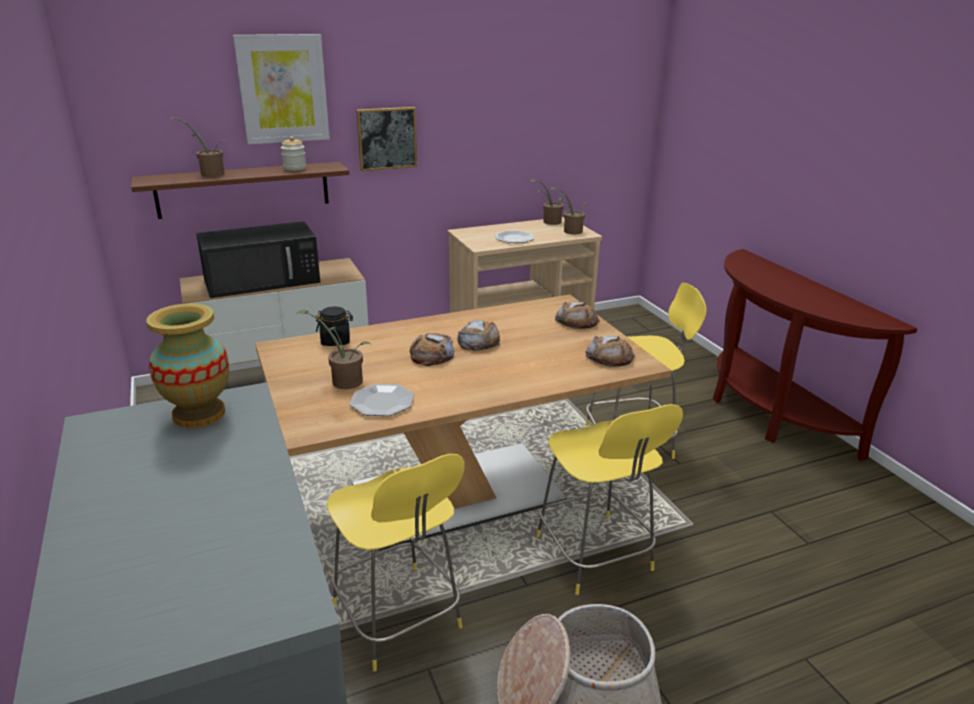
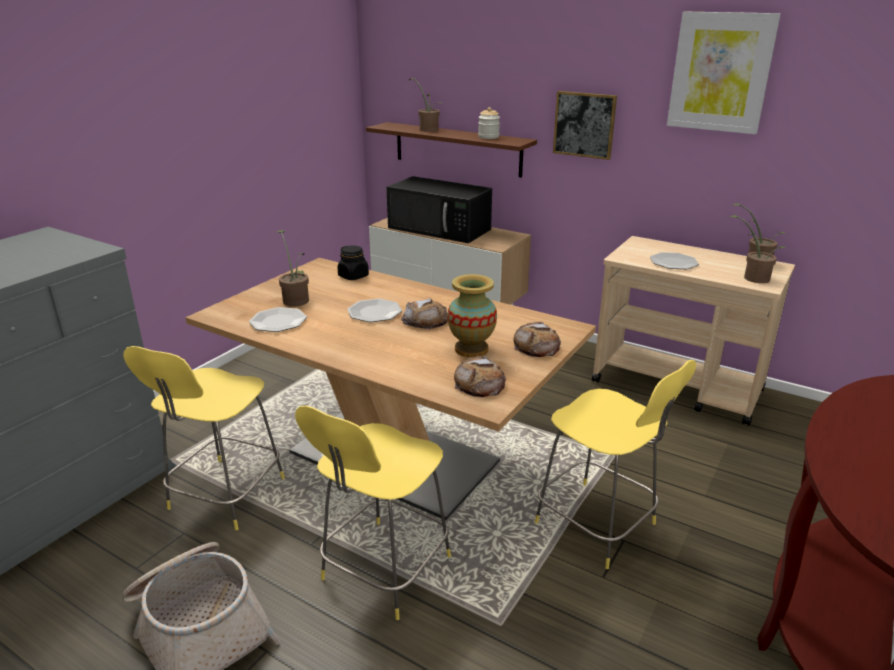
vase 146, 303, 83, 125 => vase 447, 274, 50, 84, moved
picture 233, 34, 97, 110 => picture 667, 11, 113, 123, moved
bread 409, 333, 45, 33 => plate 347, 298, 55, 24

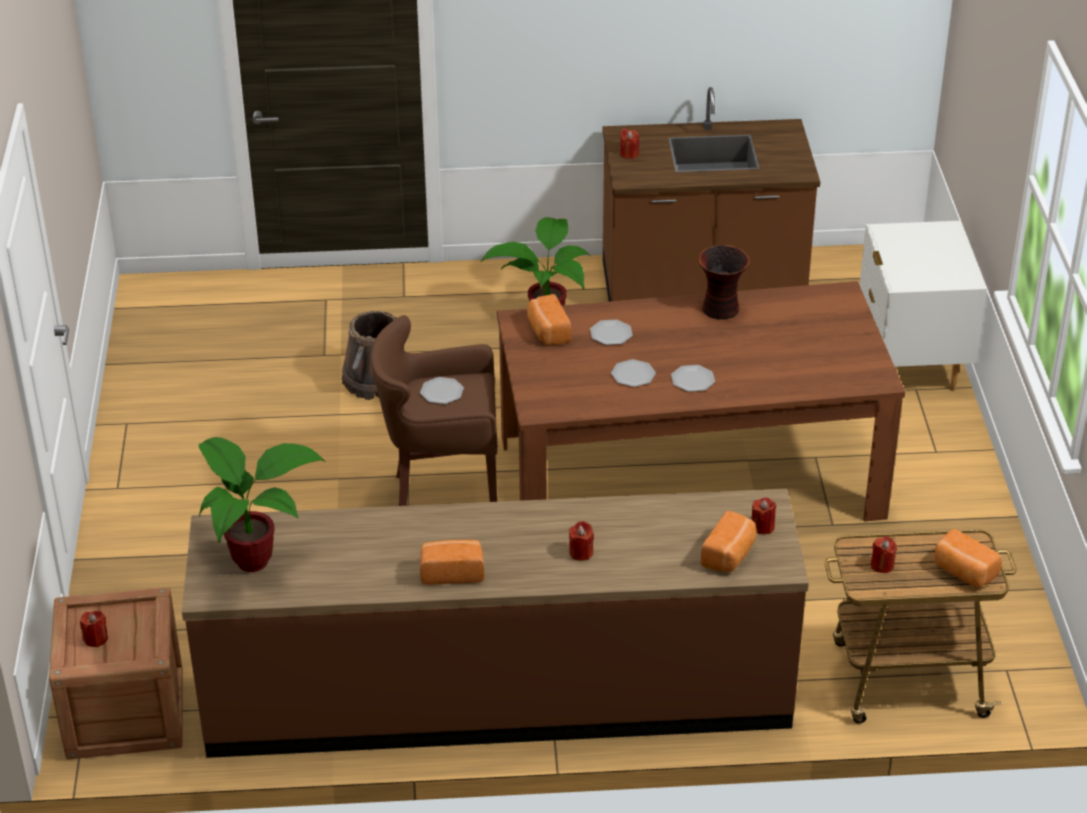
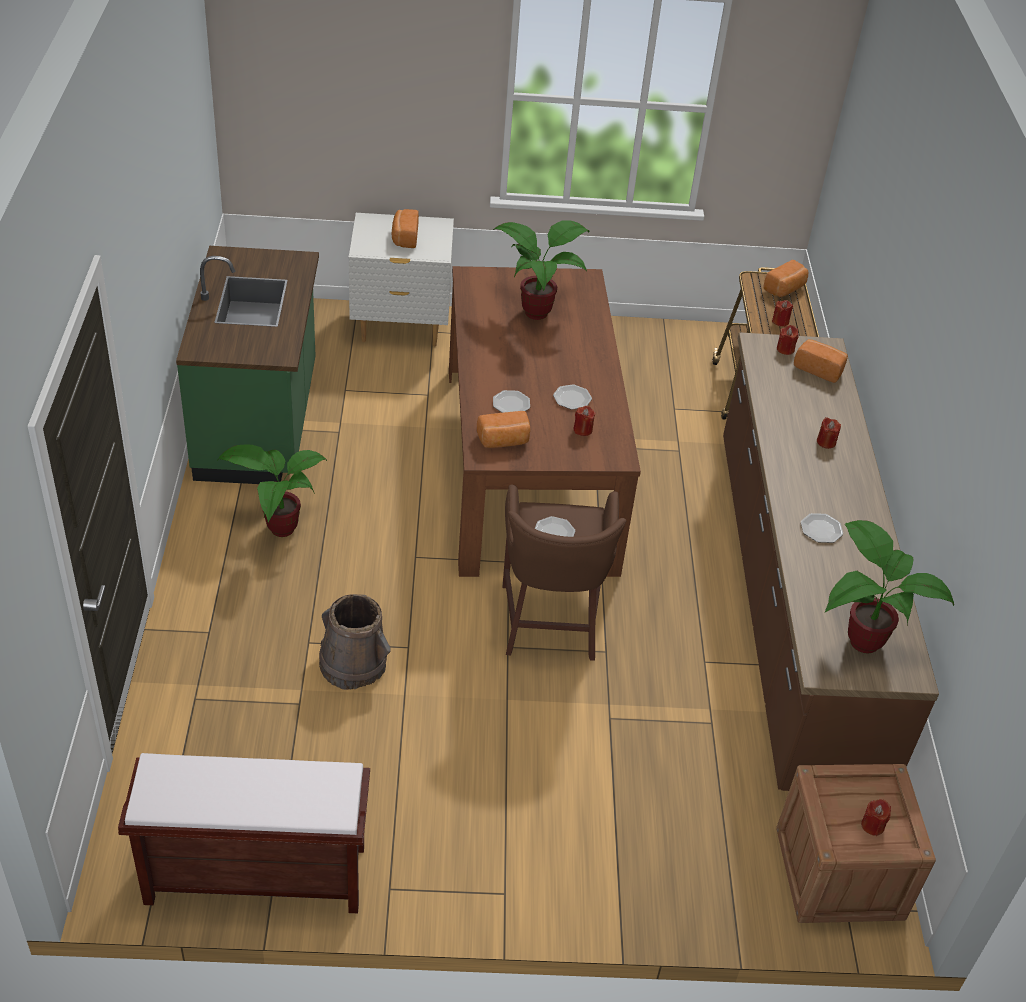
vase 698, 245, 52, 75 => nothing
nothing => bench in brown 118, 753, 252, 160
nothing => potted plant 492, 220, 97, 100
bread 420, 540, 64, 45 => bread 392, 209, 27, 39, moved
candle in red 620, 129, 19, 30 => candle in red 574, 406, 22, 30, moved
plate 671, 365, 44, 27 => plate 801, 513, 42, 30, moved
counter in brown 602, 87, 218, 215 => counter in green 176, 246, 143, 238

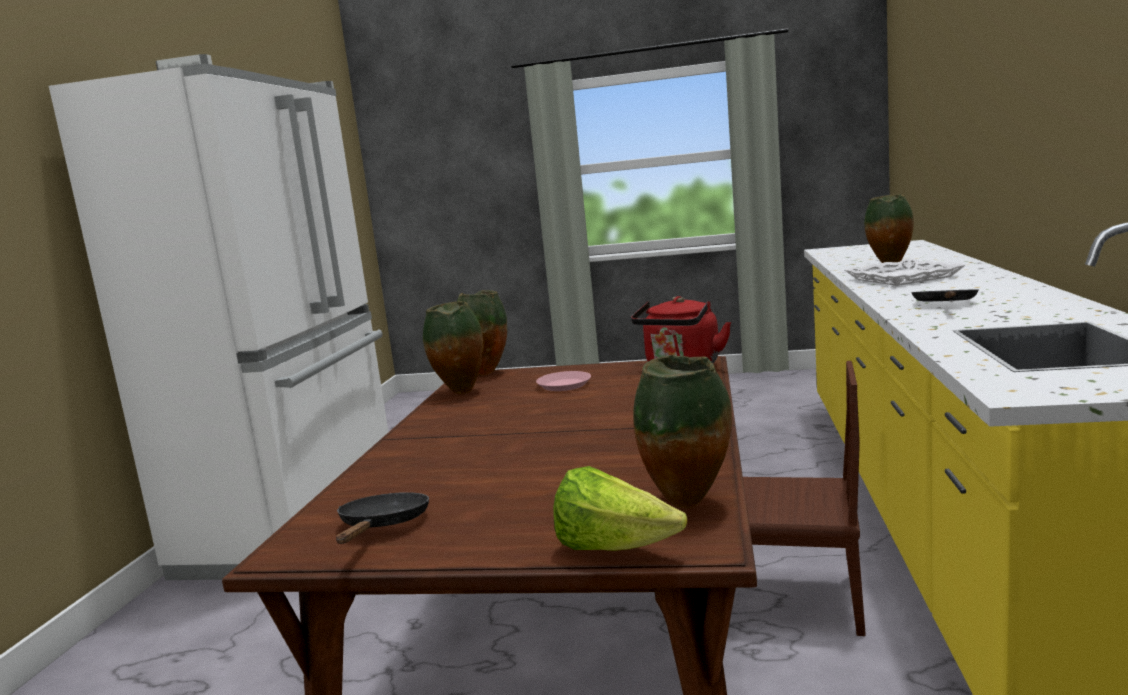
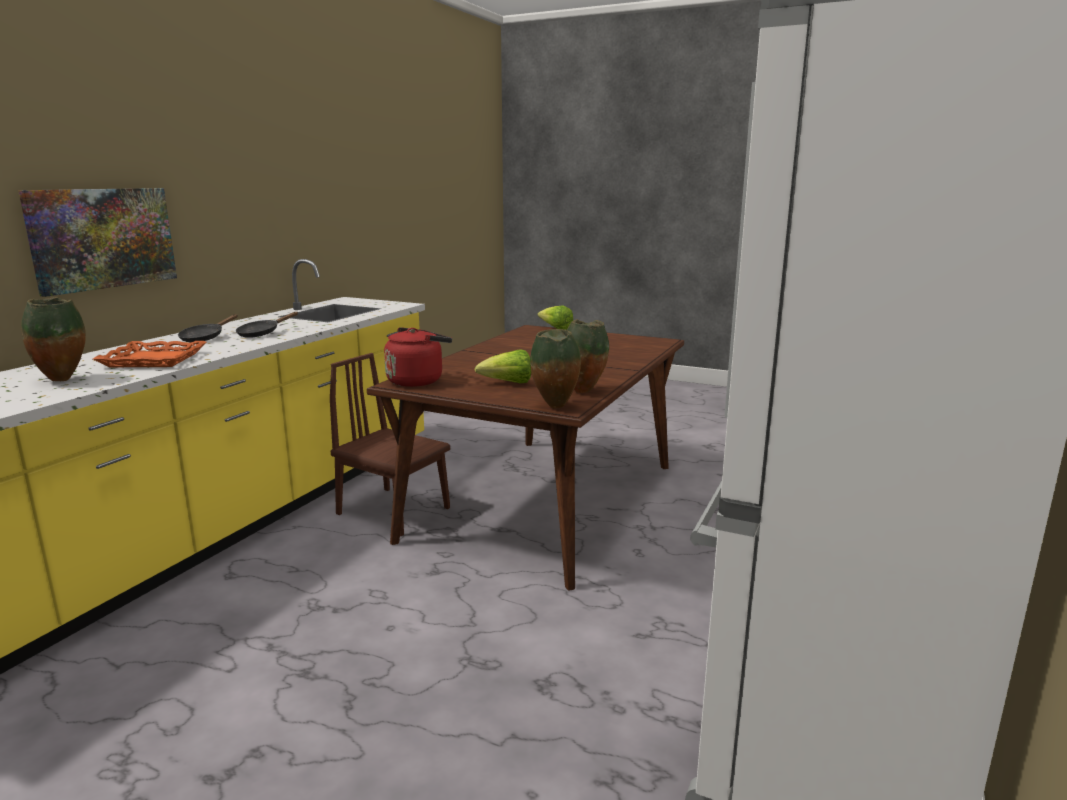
vase 633, 355, 99, 153 => nothing
nothing => picture 18, 188, 159, 109
frying pan in black 336, 492, 93, 52 => frying pan in black 178, 314, 59, 28, moved
plate in pink 536, 371, 55, 20 => lettuce 475, 349, 56, 35
tray in white 845, 258, 121, 28 => tray in orange 93, 341, 113, 26

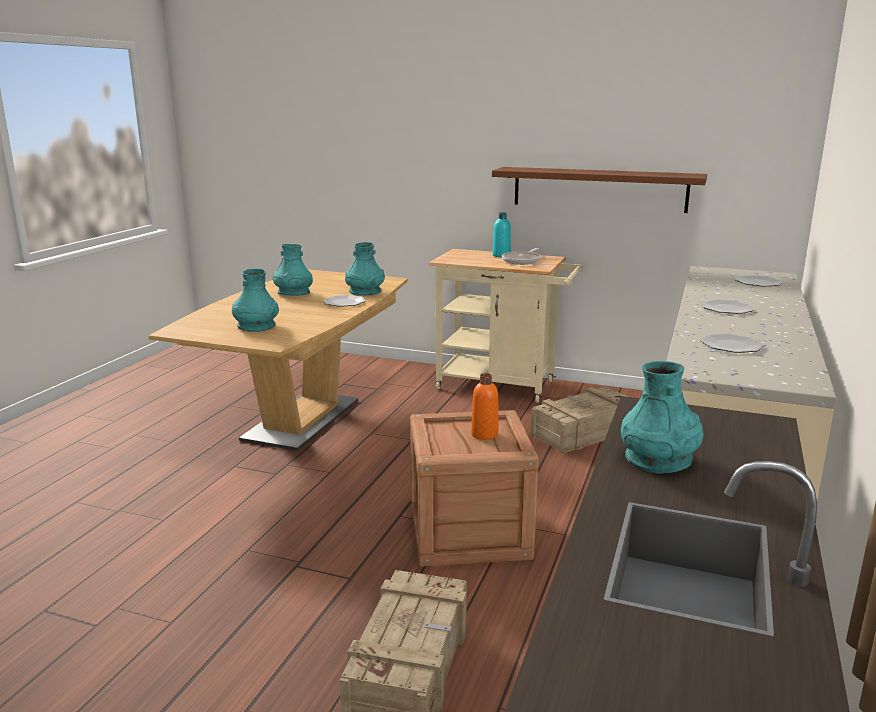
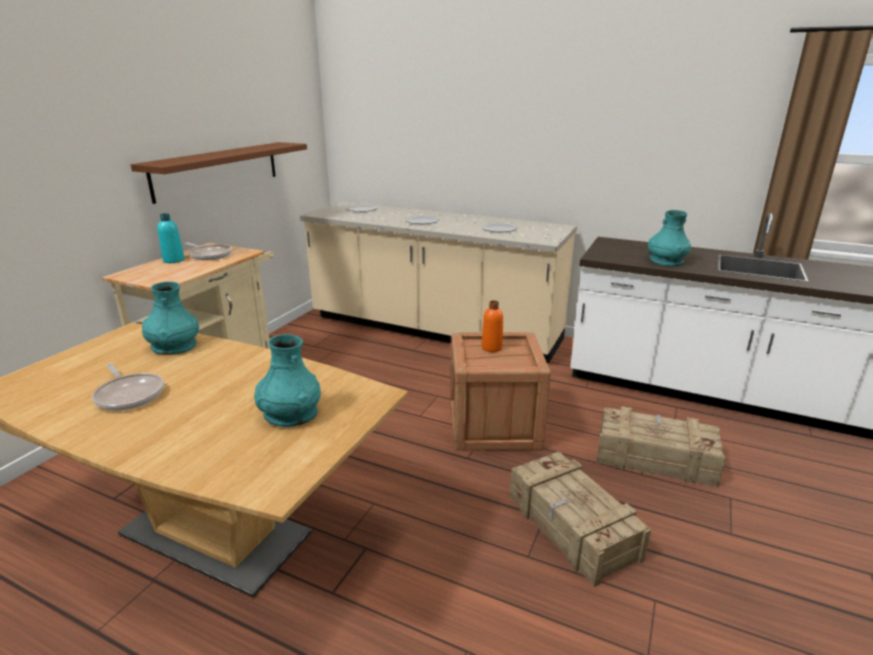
plate 323, 295, 43, 12 => nothing
crate 530, 387, 98, 67 => crate 510, 452, 141, 135, moved
vase in turquoise 273, 244, 40, 52 => frying pan 92, 364, 72, 47

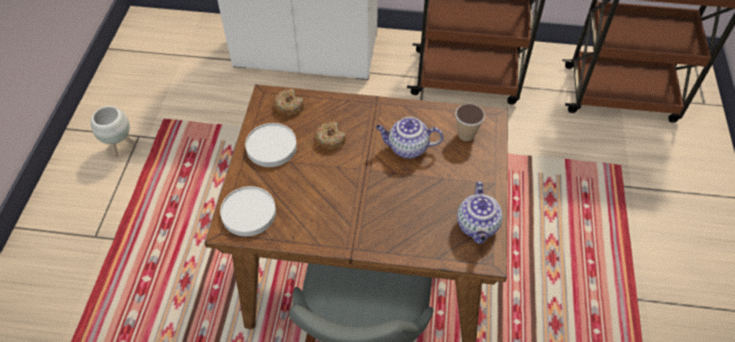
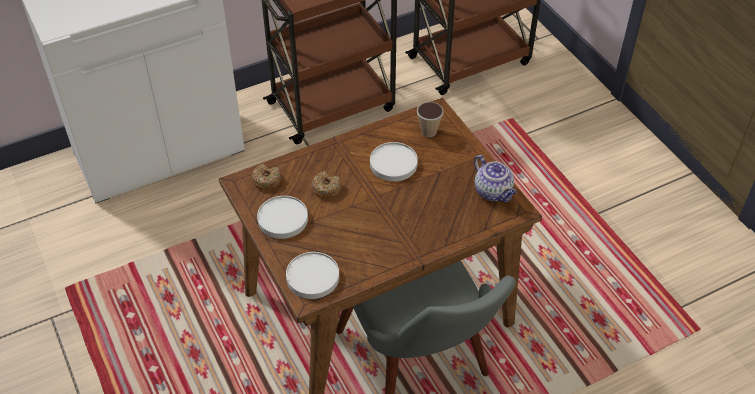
planter in white 91, 106, 44, 52 => nothing
teapot 376, 117, 67, 42 => plate in white 370, 142, 48, 40

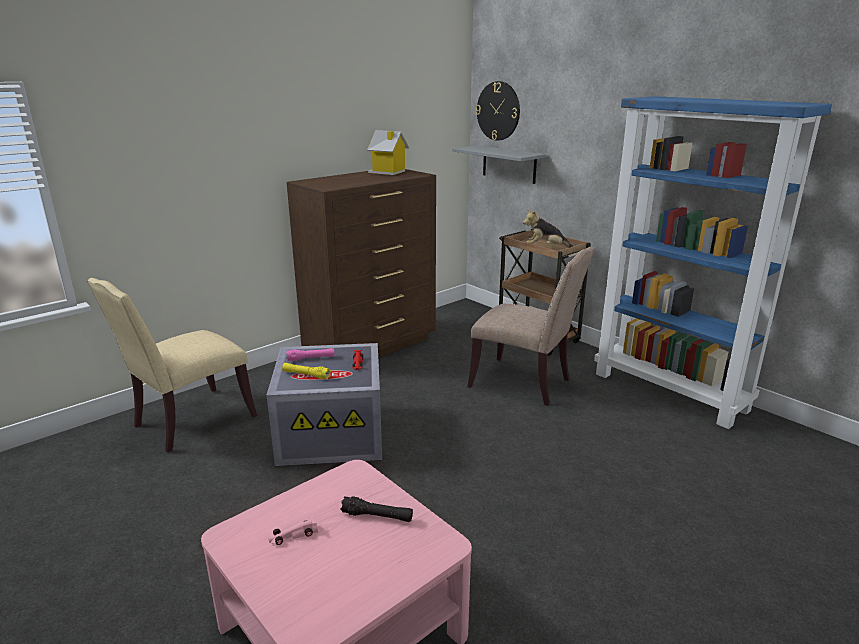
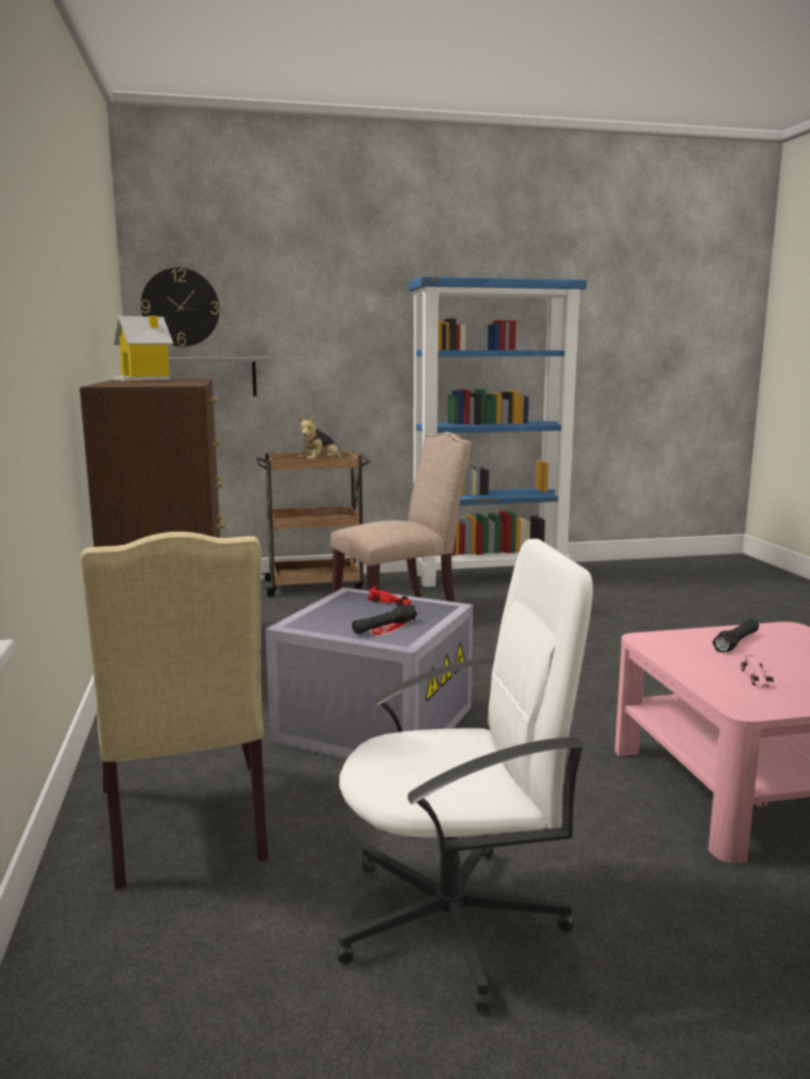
flashlight in pink 286, 348, 49, 13 => nothing
nothing => office chair in white 337, 539, 256, 473
flashlight in yellow 282, 363, 49, 16 => flashlight in black 352, 604, 66, 30

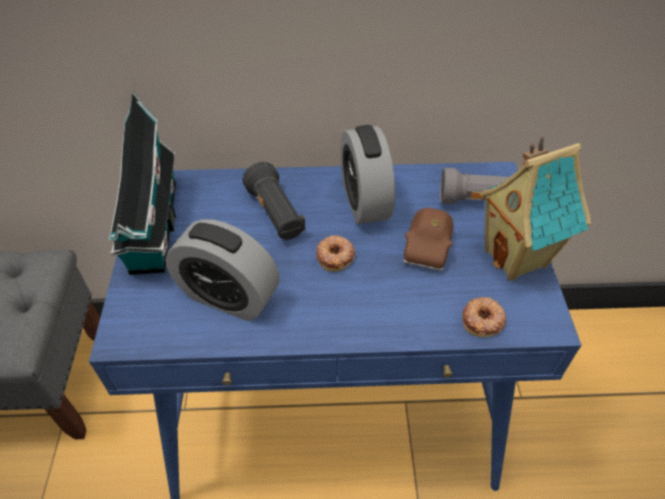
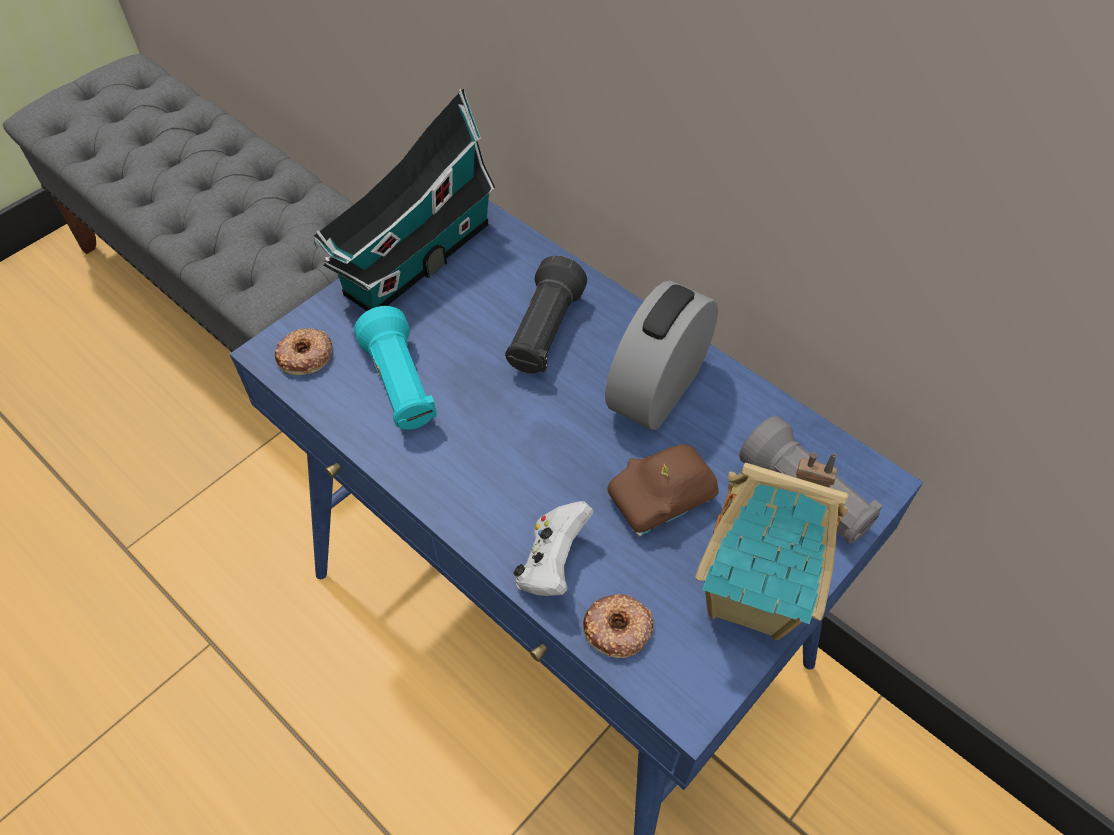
nothing => game controller in white 513, 501, 81, 95
donut 316, 235, 39, 37 => donut 275, 328, 57, 47, moved
alarm clock 165, 219, 115, 102 => flashlight in turquoise 354, 306, 83, 124

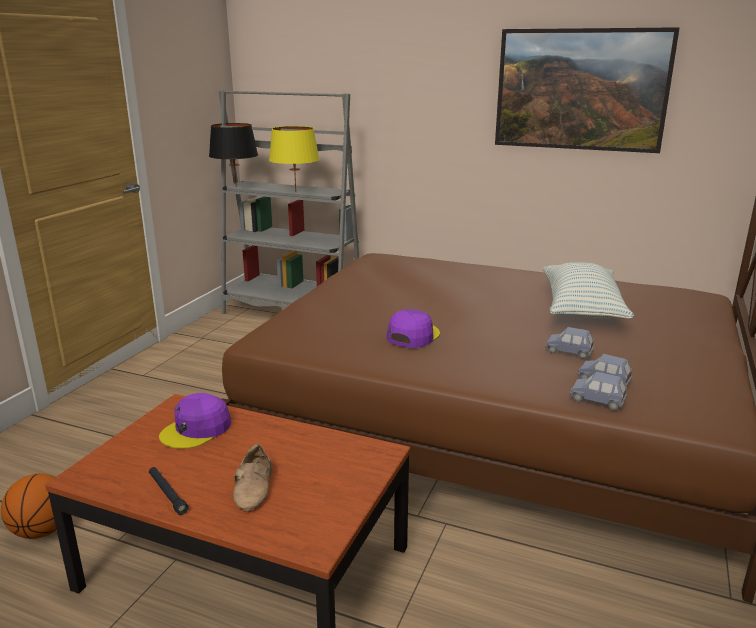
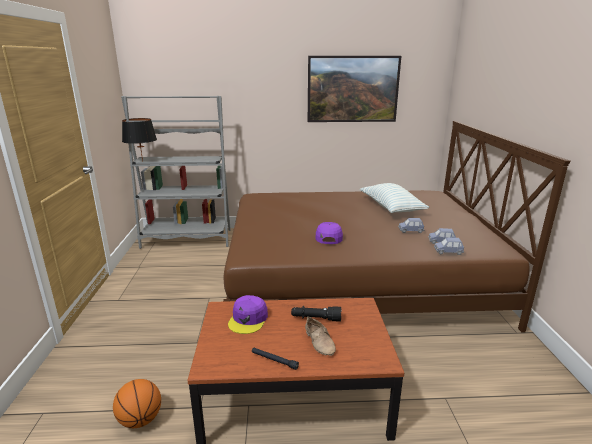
table lamp in yellow 269, 126, 50, 67 => nothing
nothing => flashlight in black 291, 306, 51, 16

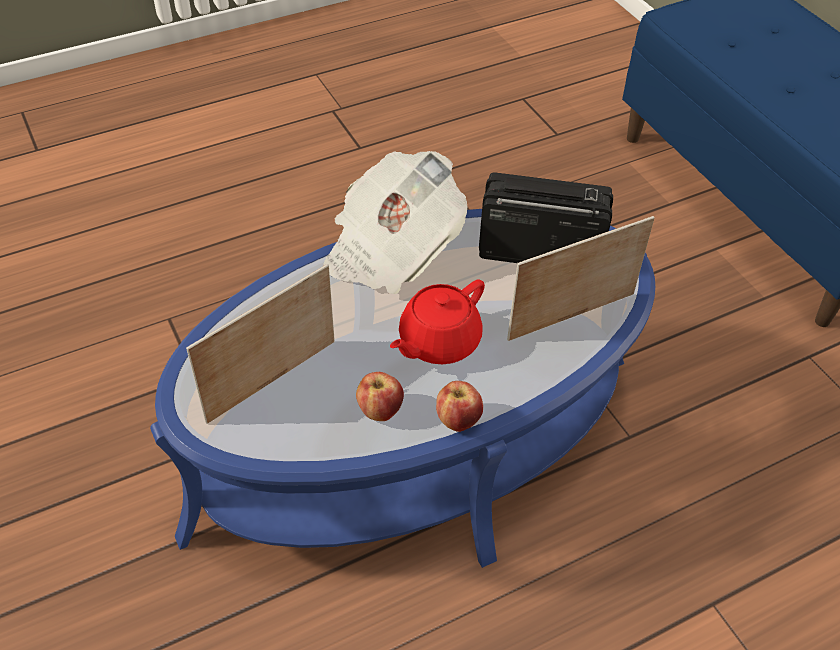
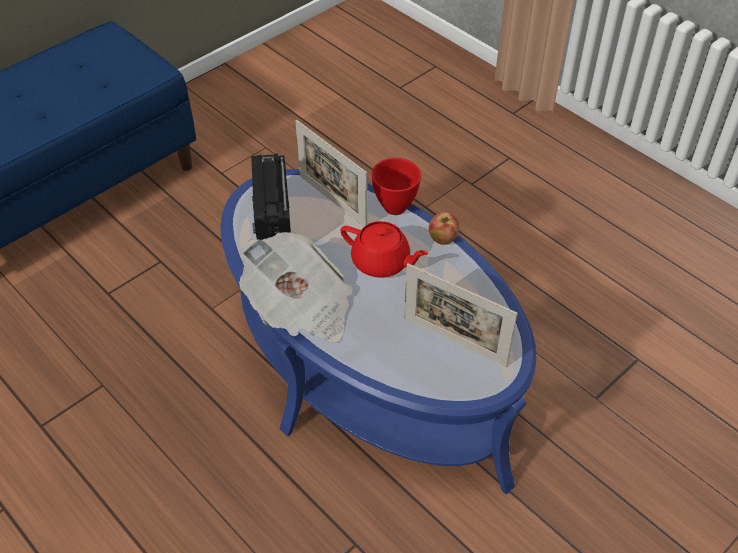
apple 356, 372, 48, 49 => nothing
nothing => bowl in red 371, 158, 50, 57

